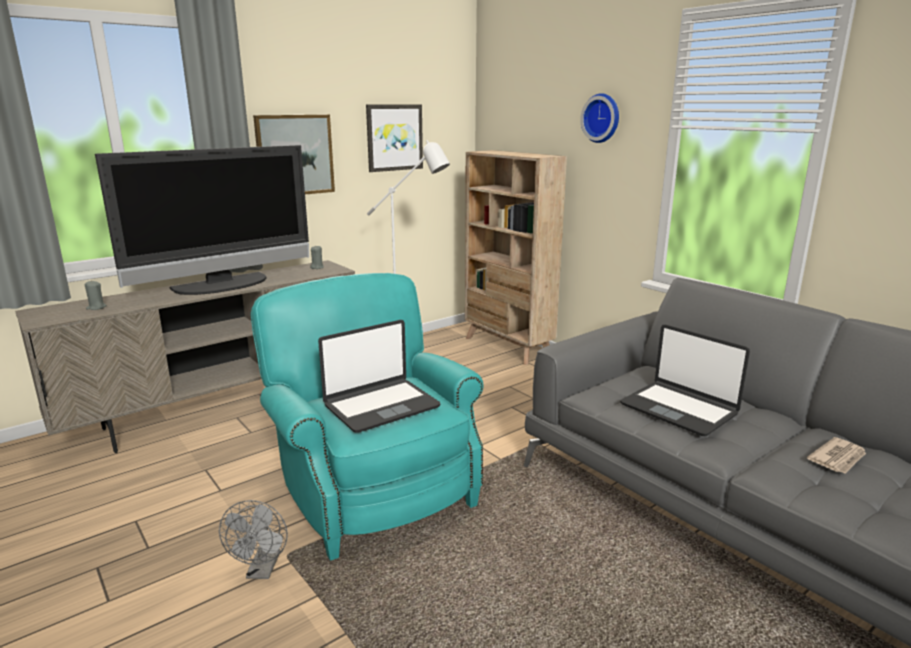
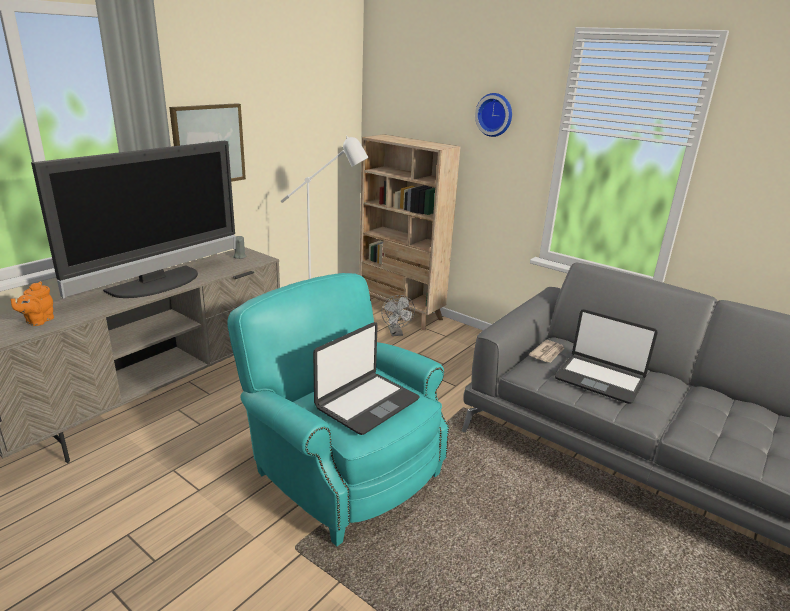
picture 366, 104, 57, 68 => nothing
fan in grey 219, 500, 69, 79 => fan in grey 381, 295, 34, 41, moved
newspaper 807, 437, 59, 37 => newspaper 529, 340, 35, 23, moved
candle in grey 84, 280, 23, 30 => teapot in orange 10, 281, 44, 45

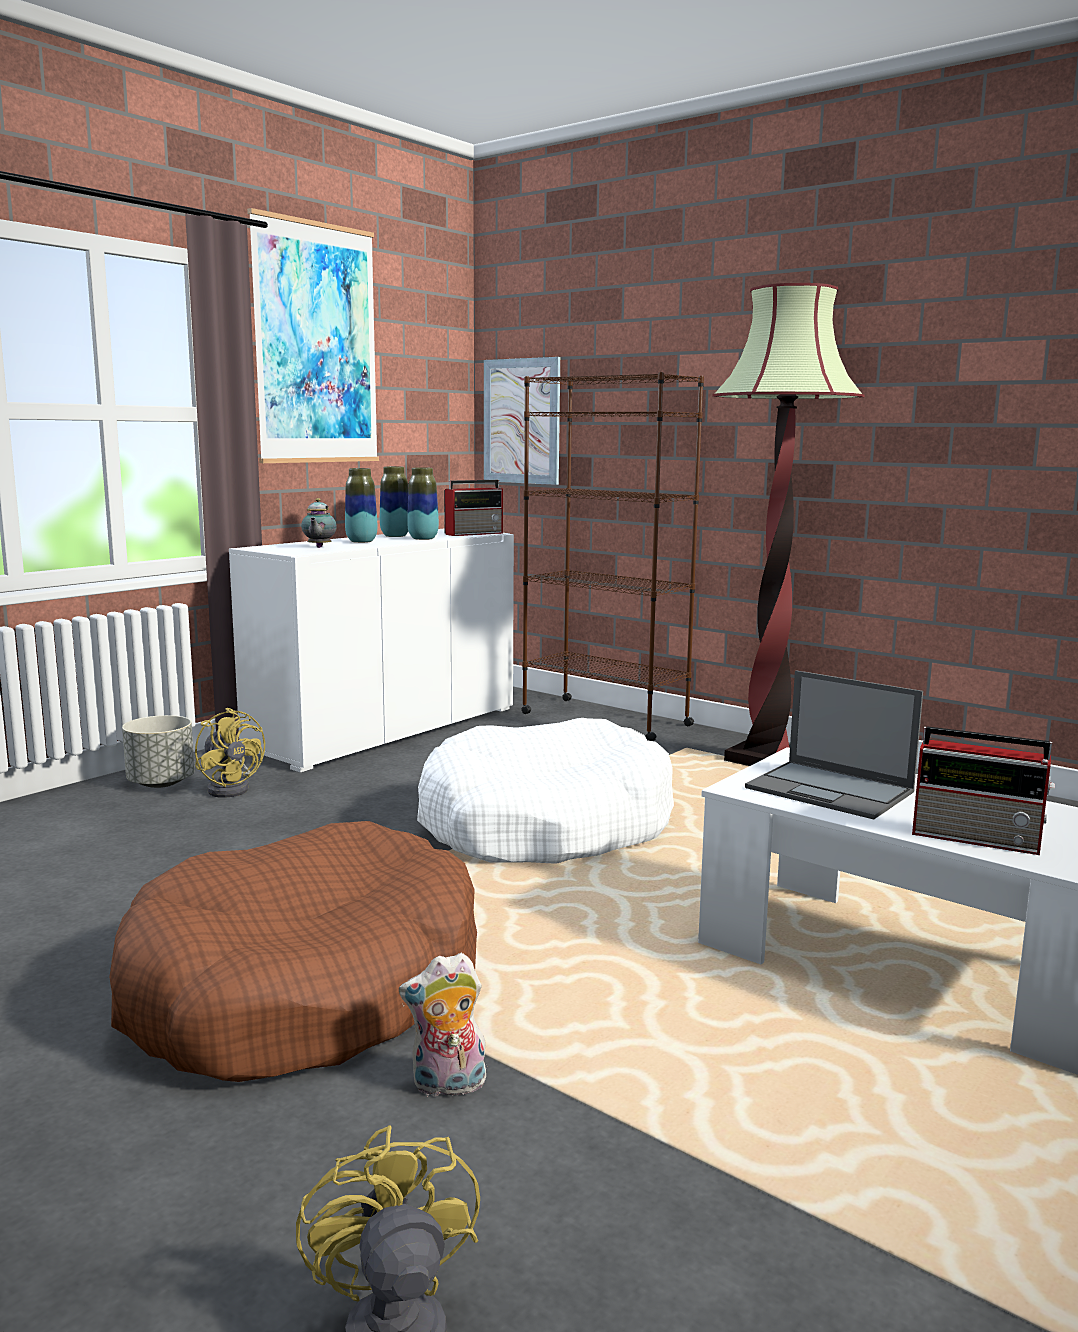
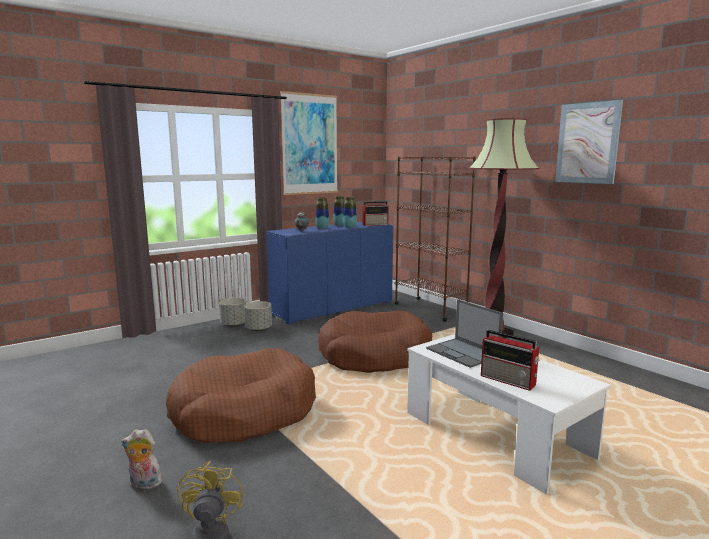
plush toy 399, 953, 87, 146 => plush toy 121, 429, 43, 60, moved
picture 484, 357, 76, 128 => picture 555, 100, 68, 84, moved
fan in yellow 195, 708, 70, 90 => planter in grey 244, 301, 28, 30
cabinet in white 229, 528, 285, 244 => cabinet in blue 266, 222, 127, 103
dog bed in white 417, 718, 257, 146 => dog bed in brown 318, 310, 114, 63

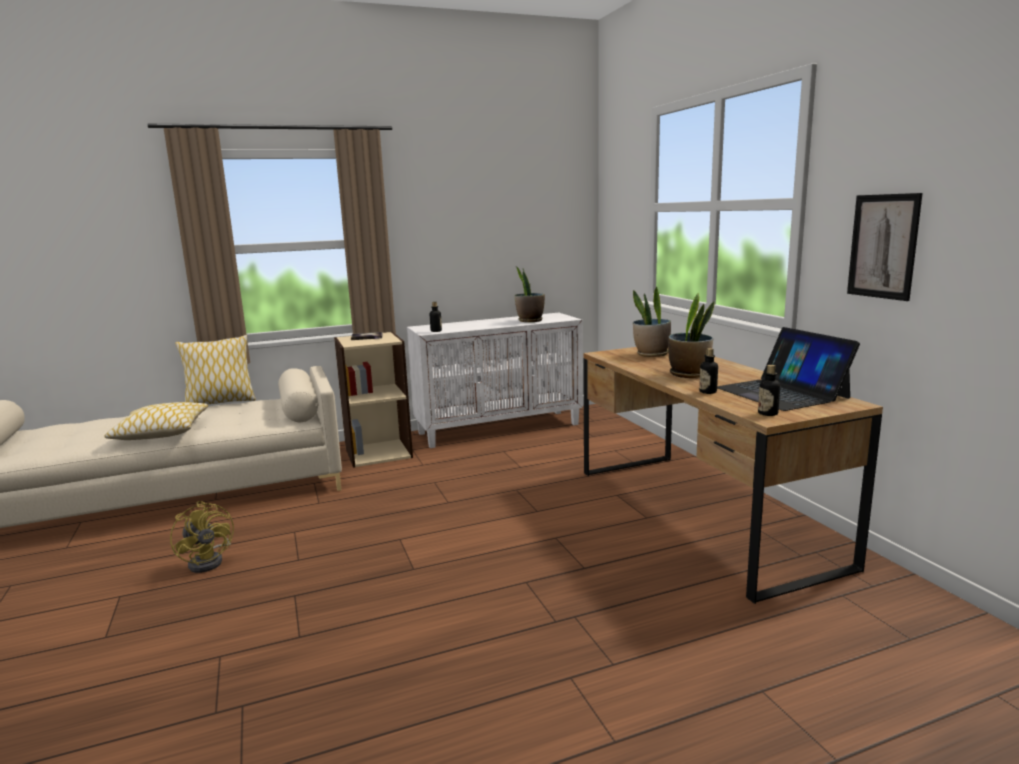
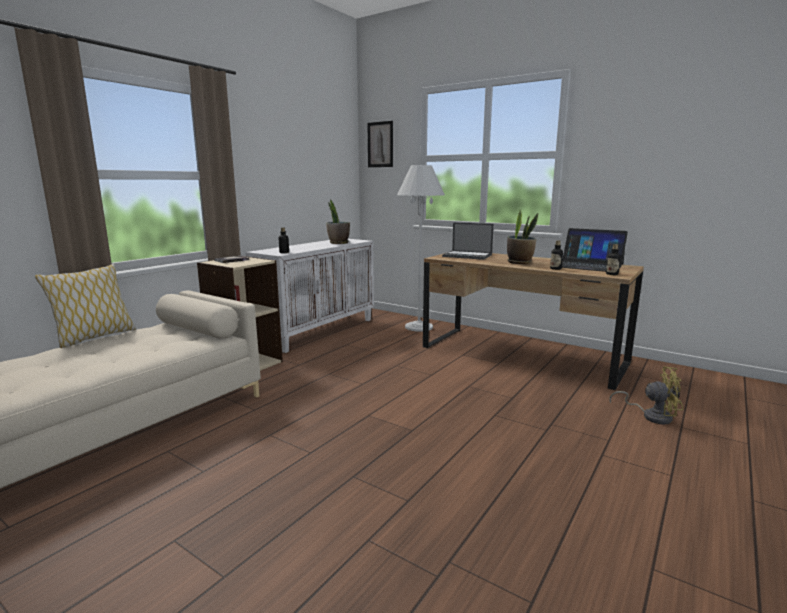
pillow 105, 402, 103, 38 => nothing
nothing => floor lamp in white 397, 165, 48, 167
fan in yellow 170, 501, 64, 72 => fan in yellow 609, 366, 74, 58, moved
picture 847, 193, 76, 108 => picture 367, 121, 26, 46, moved
potted plant 633, 287, 38, 70 => laptop 442, 222, 52, 38

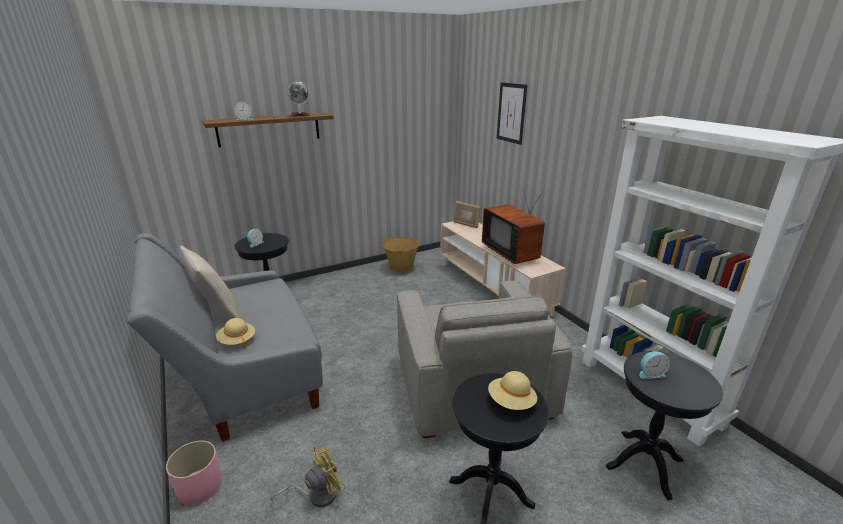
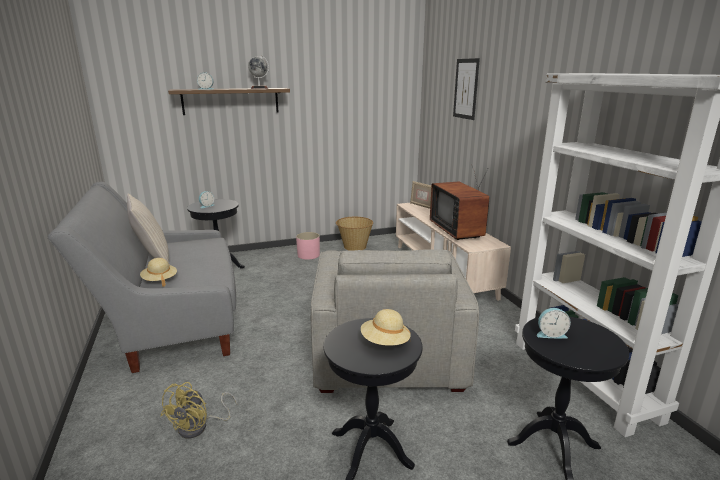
planter in pink 166, 441, 56, 64 => planter in pink 296, 232, 24, 28, moved
fan in yellow 270, 446, 76, 61 => fan in yellow 161, 382, 77, 57, 135 degrees clockwise

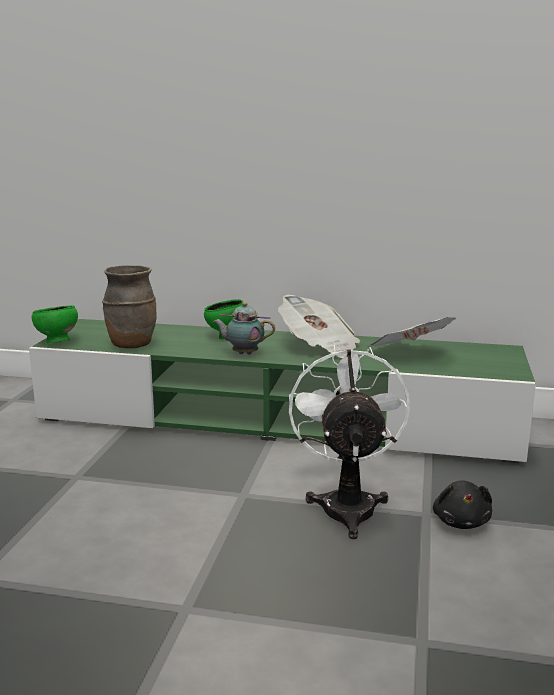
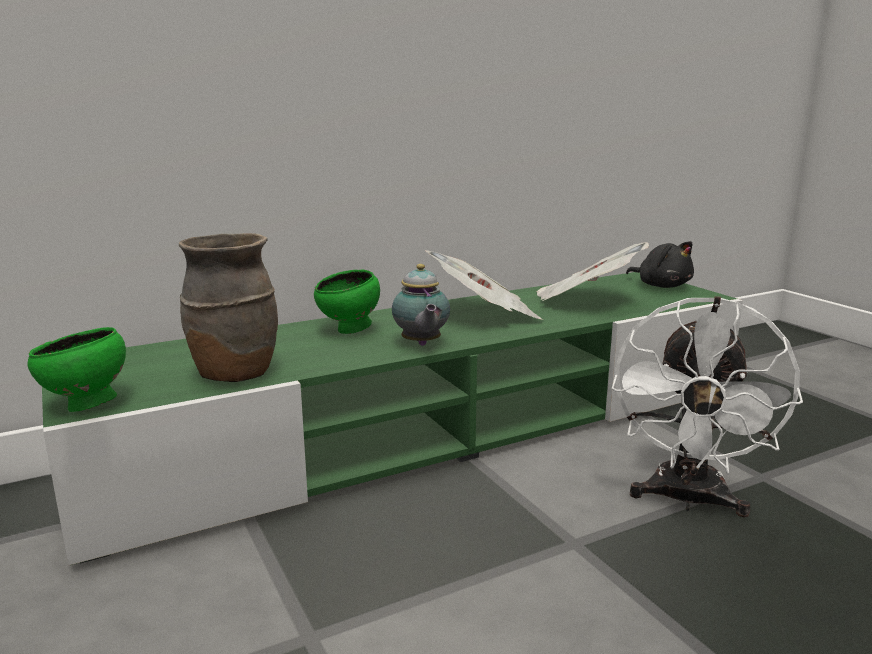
plush toy in black 433, 480, 59, 49 => plush toy in black 626, 241, 68, 47, moved
teapot 213, 302, 62, 53 => teapot 392, 264, 58, 82, 75 degrees counterclockwise
fan in white 289, 345, 121, 194 => fan in white 612, 296, 191, 222, 120 degrees counterclockwise

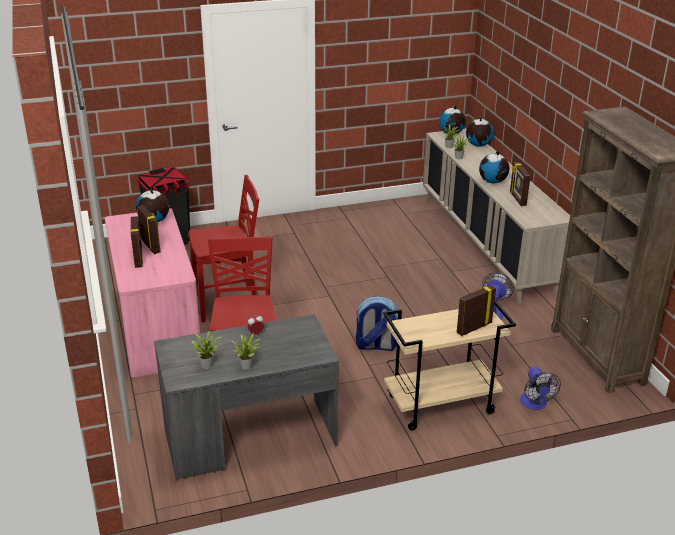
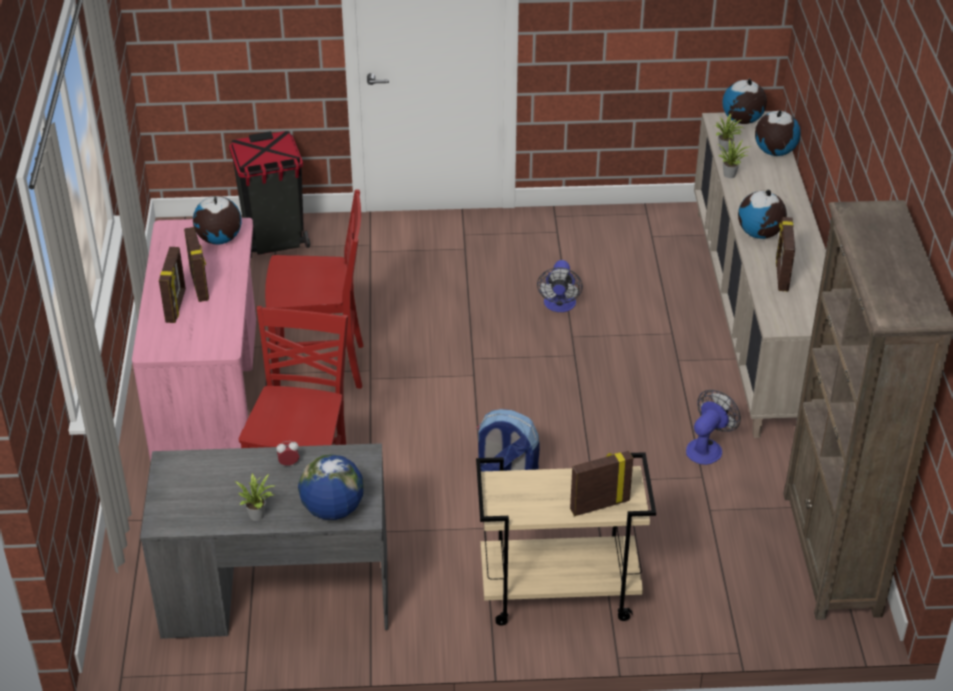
potted plant 191, 331, 30, 38 => nothing
nothing => globe 298, 454, 66, 66
fan 520, 367, 41, 43 => fan 537, 260, 46, 52, moved

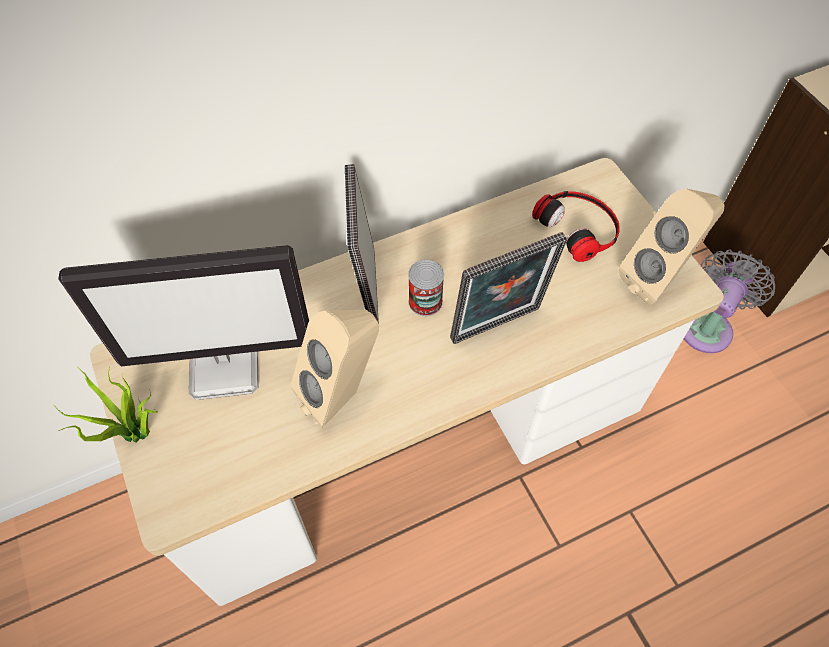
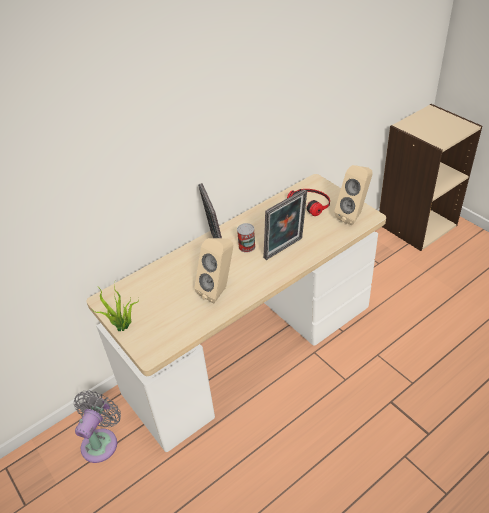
monitor 58, 245, 251, 155 => nothing
fan in grey 684, 250, 91, 103 => fan in grey 74, 391, 47, 72, moved

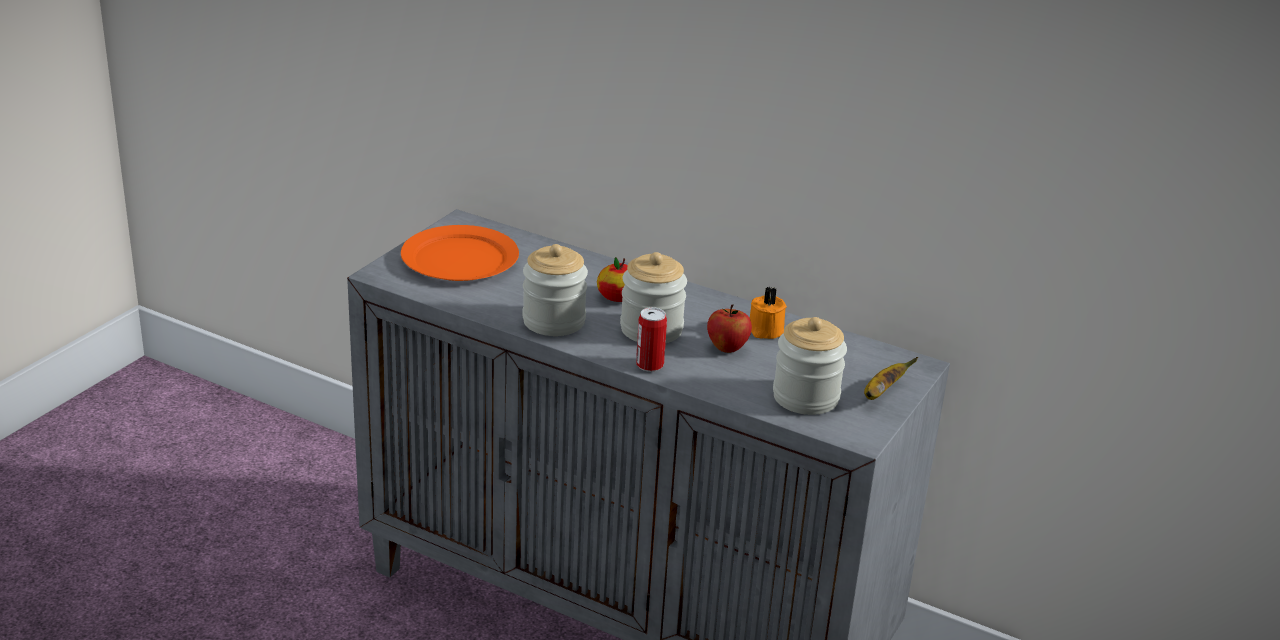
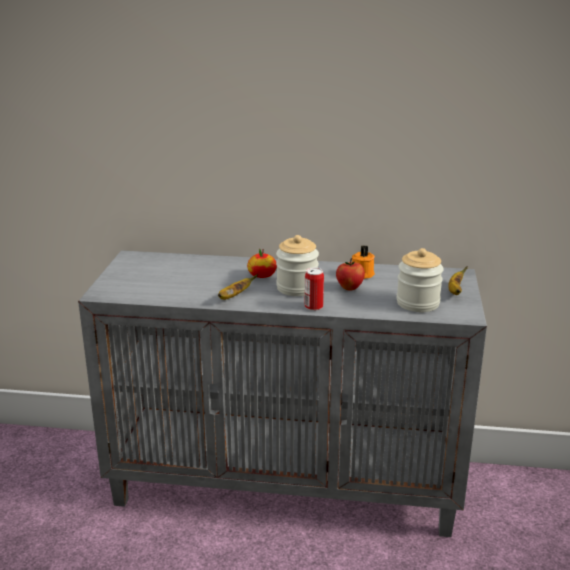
plate in orange 401, 225, 118, 56 => nothing
jar 522, 244, 66, 92 => banana 218, 274, 40, 26

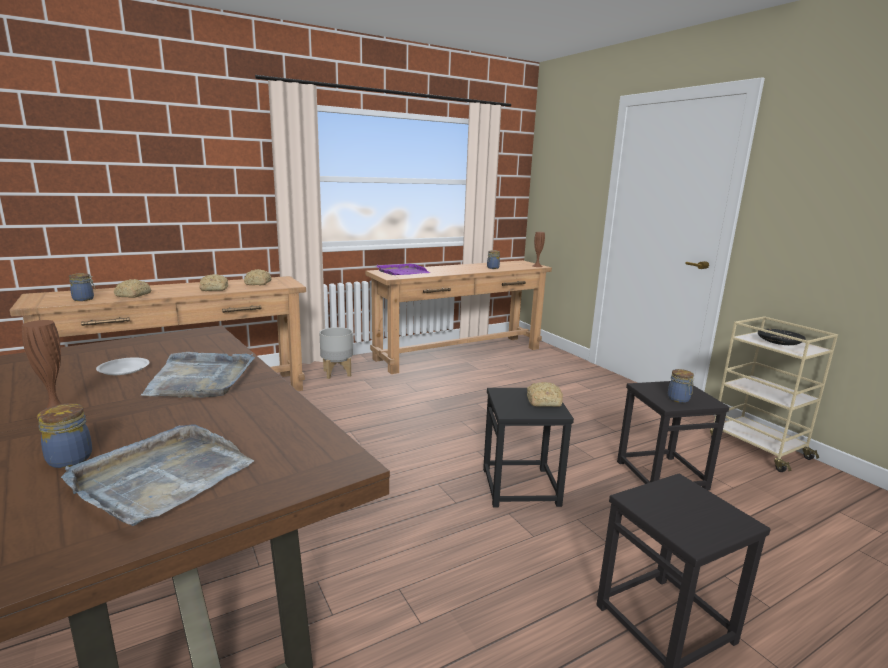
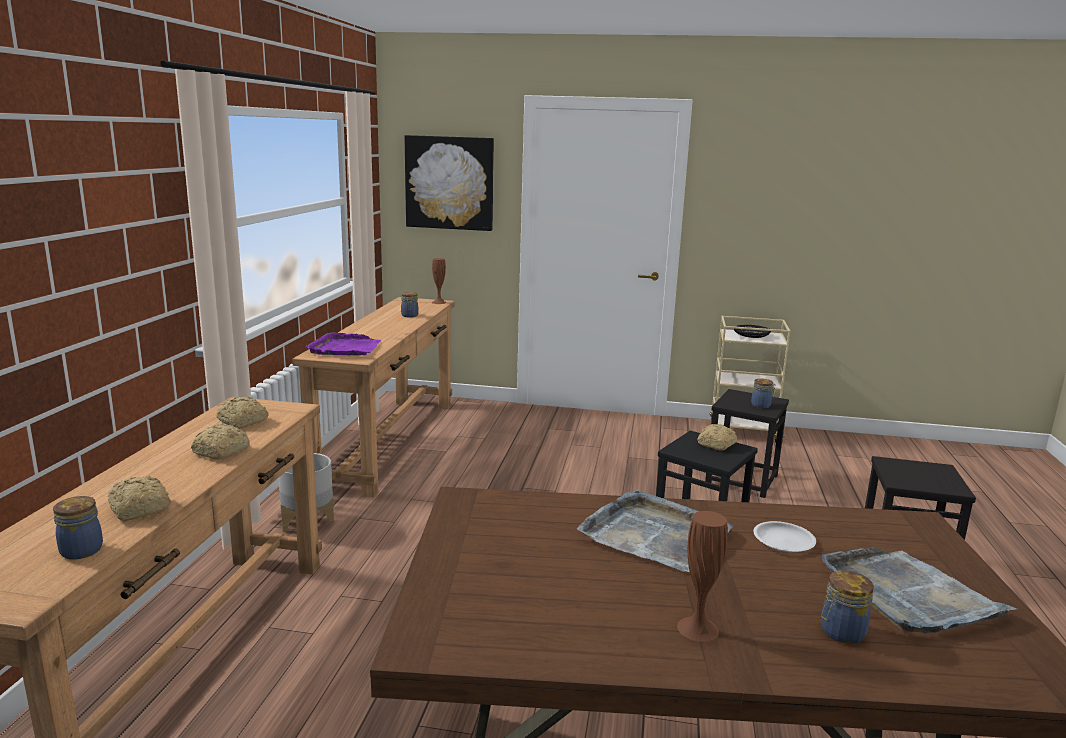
nothing => picture 404, 135, 90, 96
plate in white 96, 357, 54, 18 => plate in white 753, 521, 63, 31, moved

